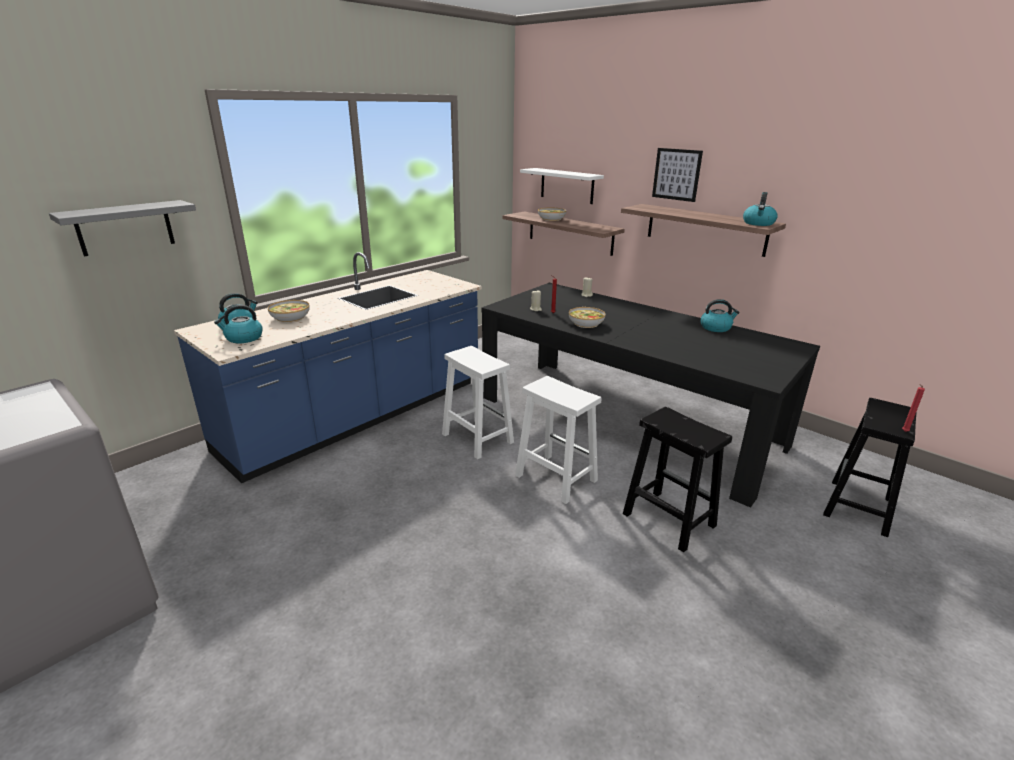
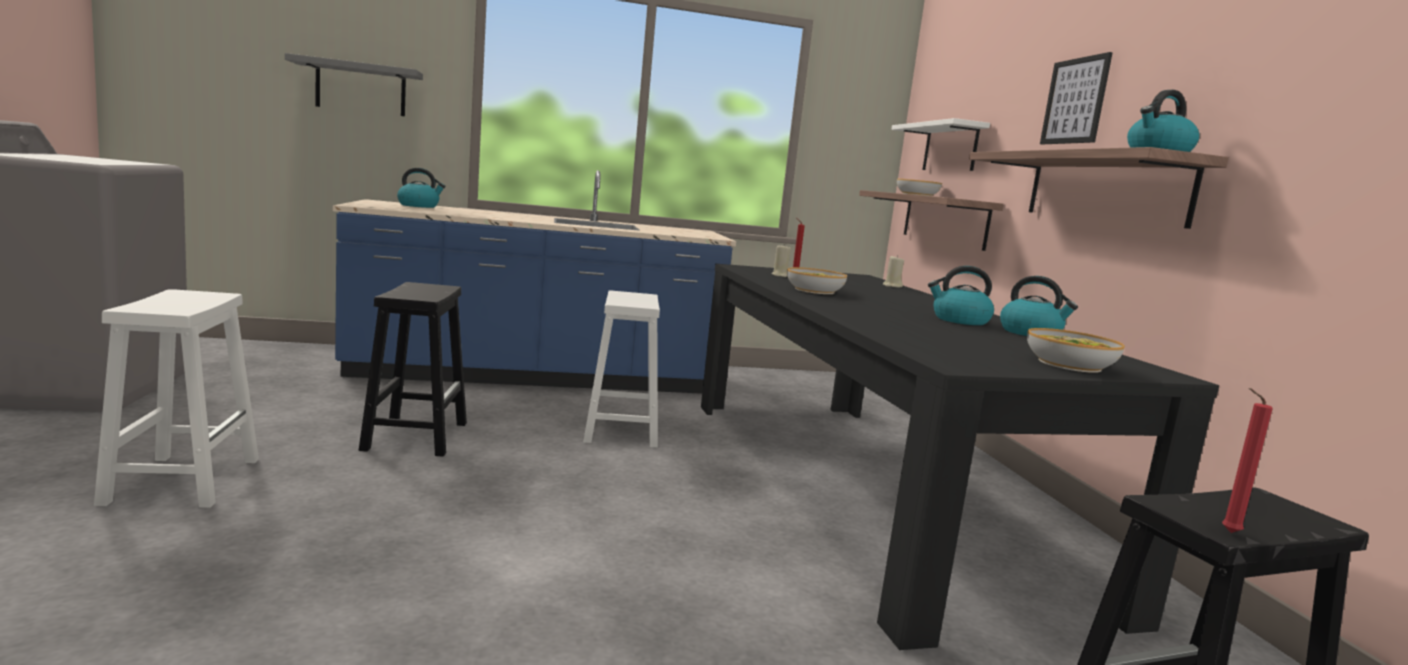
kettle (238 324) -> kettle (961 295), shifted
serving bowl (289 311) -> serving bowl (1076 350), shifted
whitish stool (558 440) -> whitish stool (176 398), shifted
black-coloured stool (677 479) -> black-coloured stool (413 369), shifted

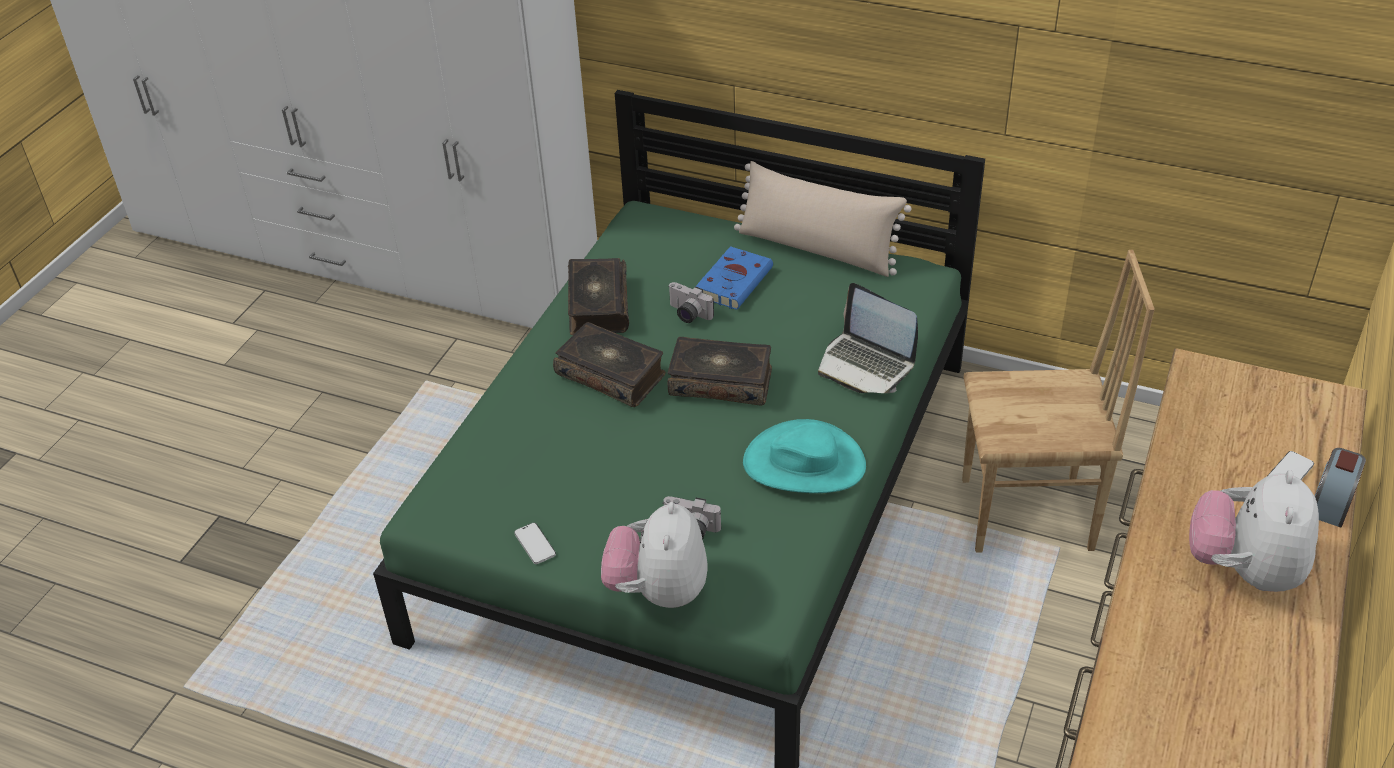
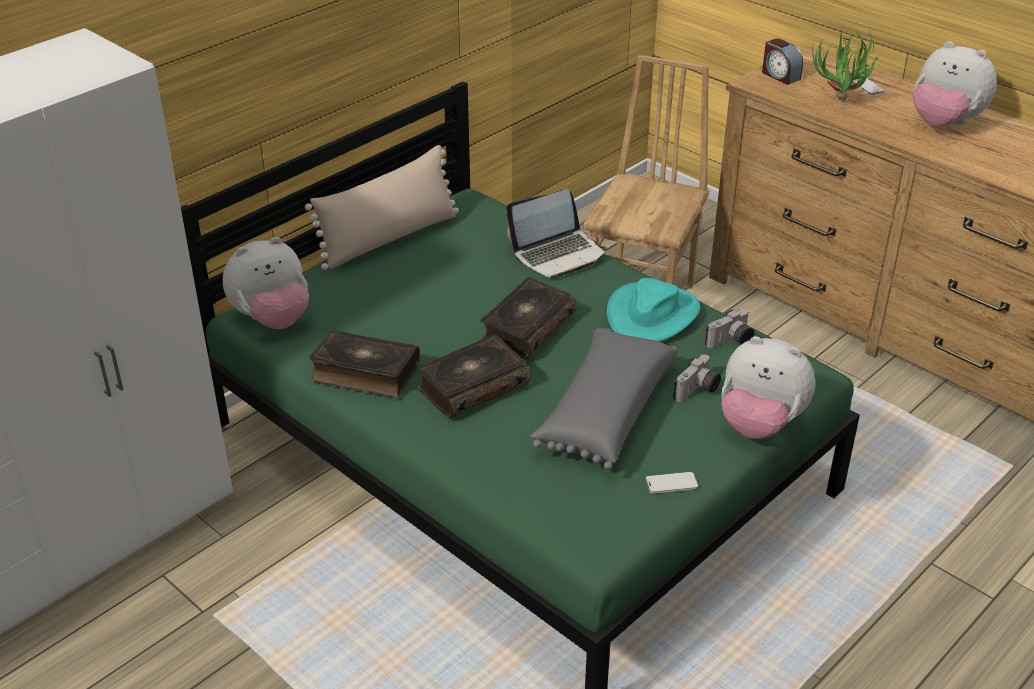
blue bound book (734 278) -> none
none -> soft toy (266 283)
none -> greyish throw pillow (604 399)
none -> houseplant (846 65)
still camera (691 302) -> still camera (730 328), shifted
bedside clock (1340 488) -> bedside clock (782 61), shifted

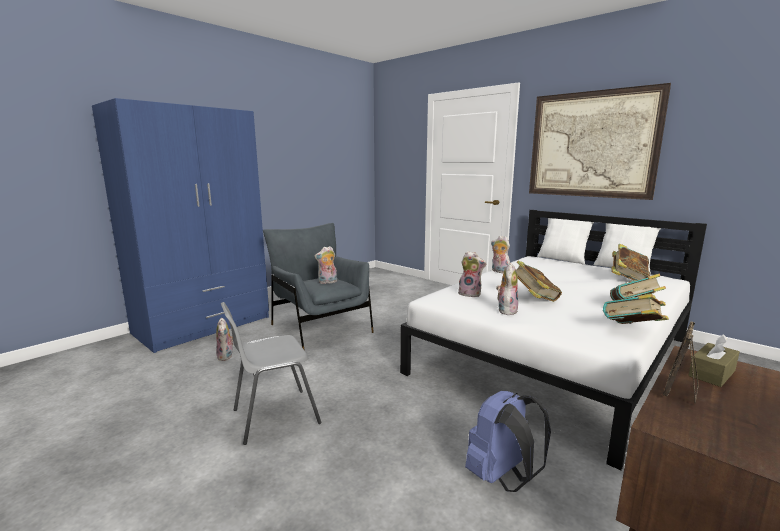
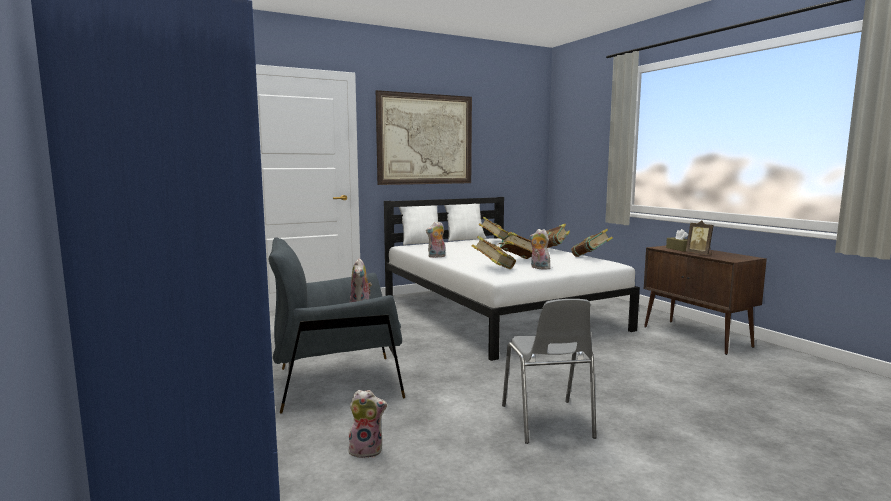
blue knapsack (508 441) -> none
soft toy (472 274) -> bound book (494 252)

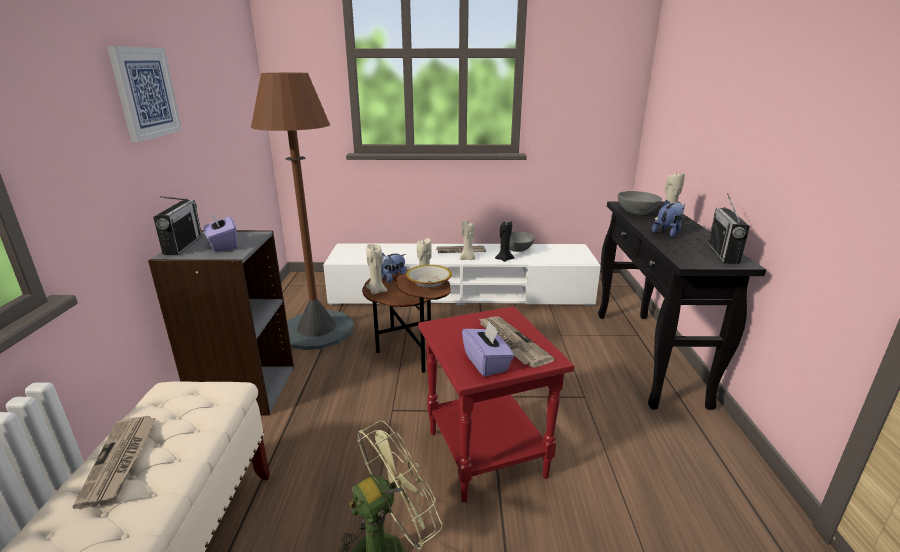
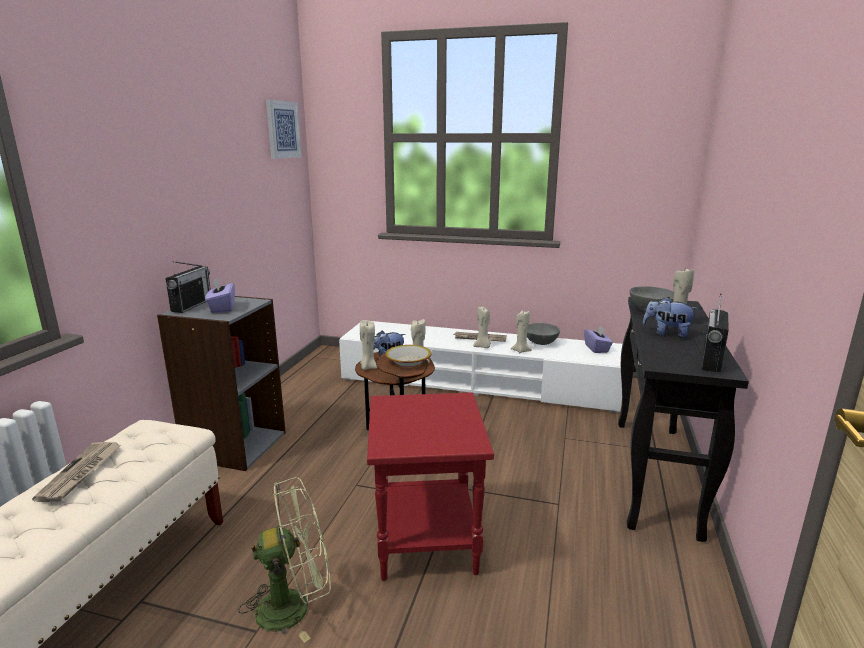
brownish floor lamp (302 211) -> none
newspaper (516 342) -> none
picture (144 94) -> picture (284 129), shifted
purple-coloured tissue holder (488 349) -> purple-coloured tissue holder (598 339), shifted
black-coloured wax candle (504 241) -> sand-coloured wax candle (521 332)
soft toy (668 218) -> soft toy (670 317), 120 degrees counterclockwise

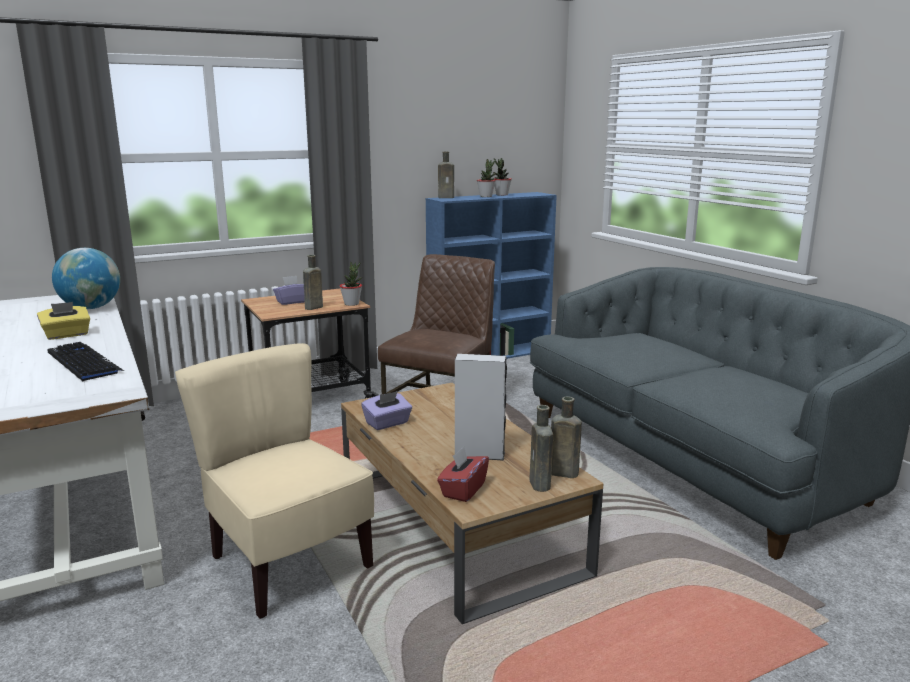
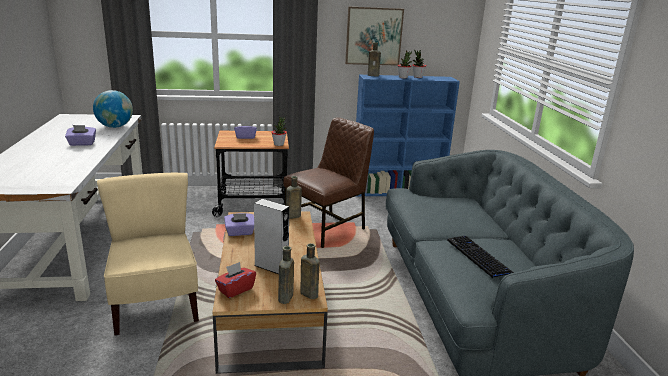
none -> picture (374 36)
PC keyboard (85 361) -> PC keyboard (480 257), shifted
brownish bottle (313 282) -> brownish bottle (294 197), shifted
yellow-coloured tissue holder (63 321) -> purple-coloured tissue holder (80 135)

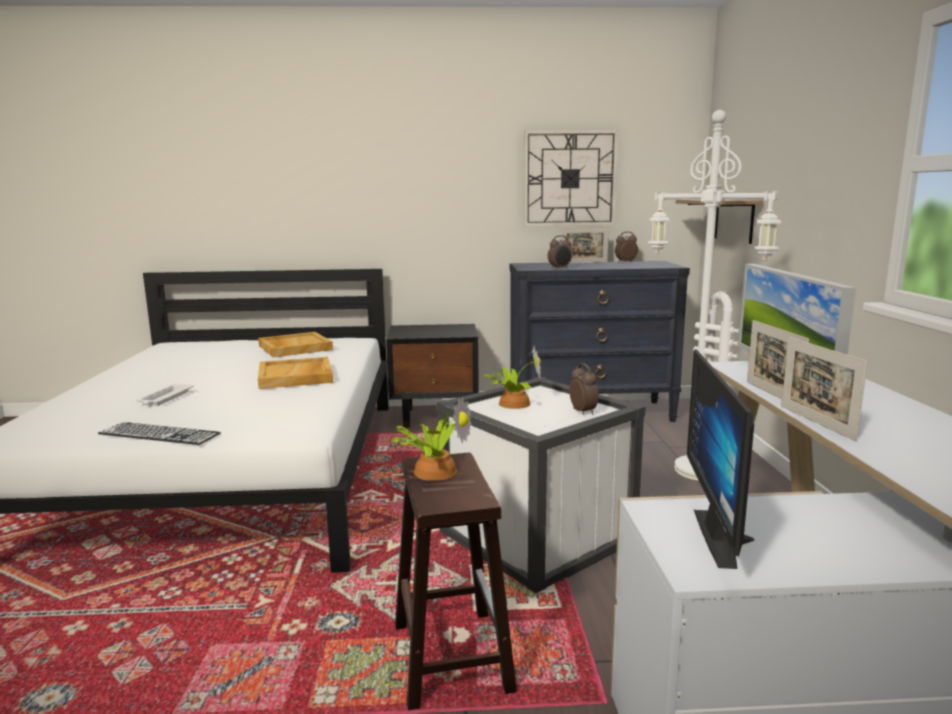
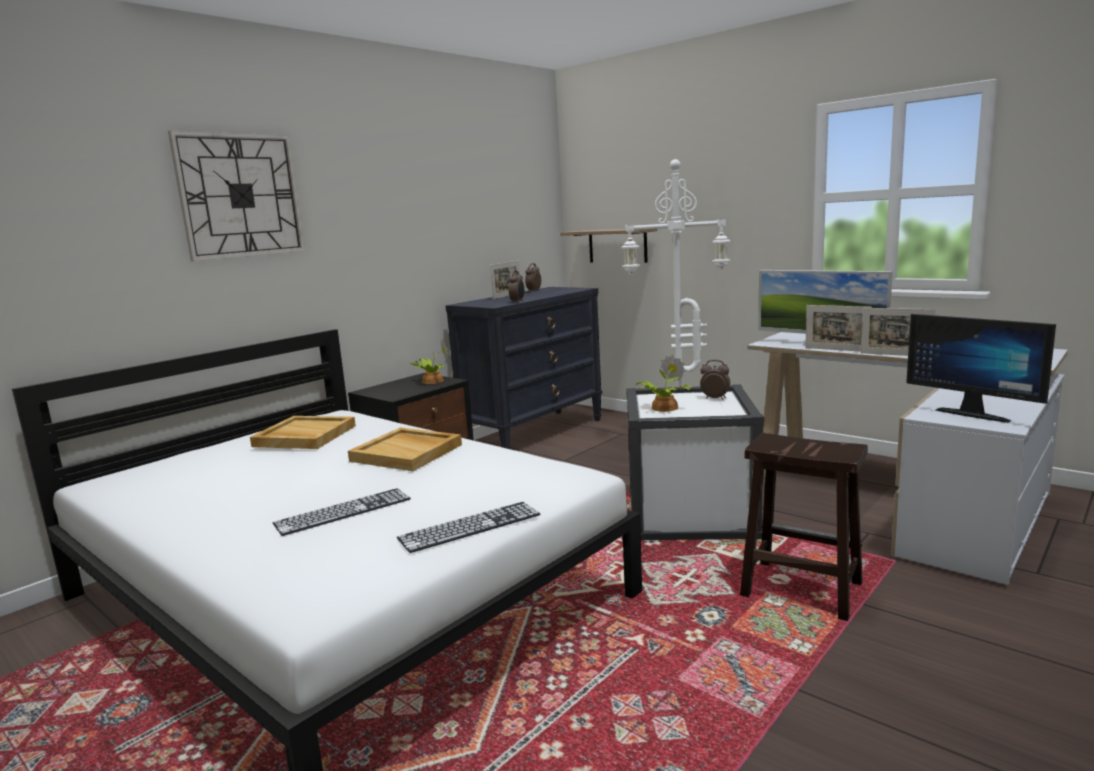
houseplant (431 439) -> houseplant (429 362), shifted
clock on the wall (571 178) -> clock on the wall (236 196), shifted
whitish carrying tray (165 395) -> PC keyboard (342 512)

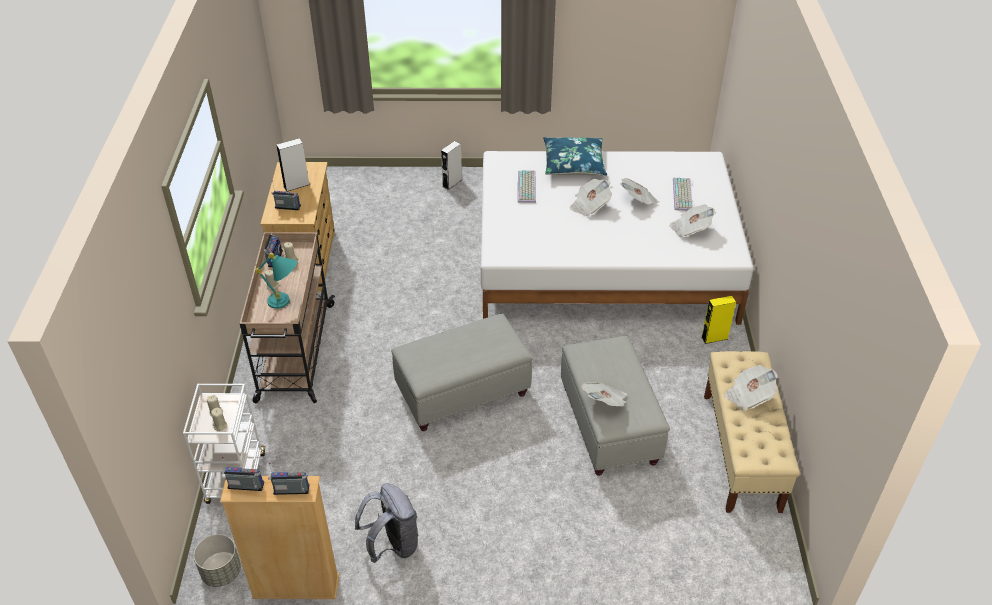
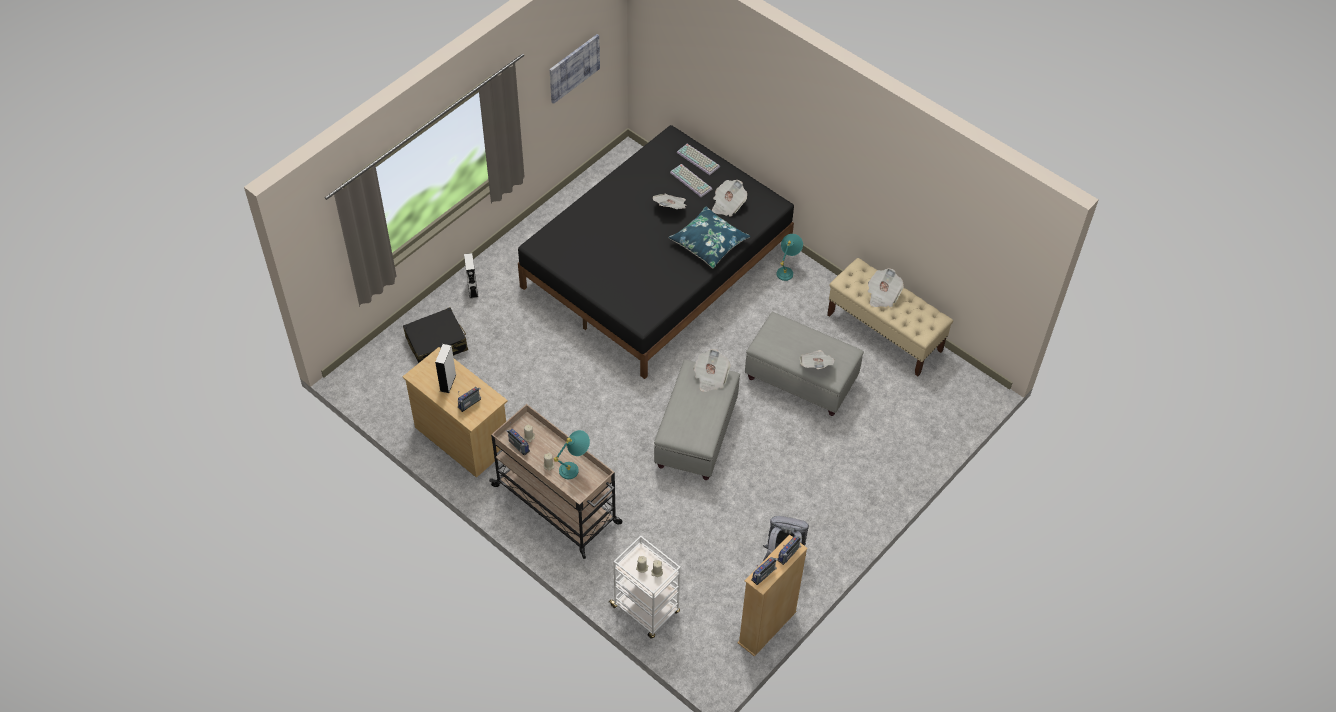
greyish flower pot (217 560) -> none
none -> black-coloured suitcase (435 335)
none -> picture (575 69)
PC keyboard (527 186) -> PC keyboard (698 159), shifted
blue throw pillow (575 156) -> blue throw pillow (709 237), shifted
newspaper (591 197) -> newspaper (711 370), shifted
yellow-coloured audio speaker (718 320) -> turquoise-coloured tabletop lamp (790 257)
whitish bed (617 238) -> black-coloured bed (656 252)

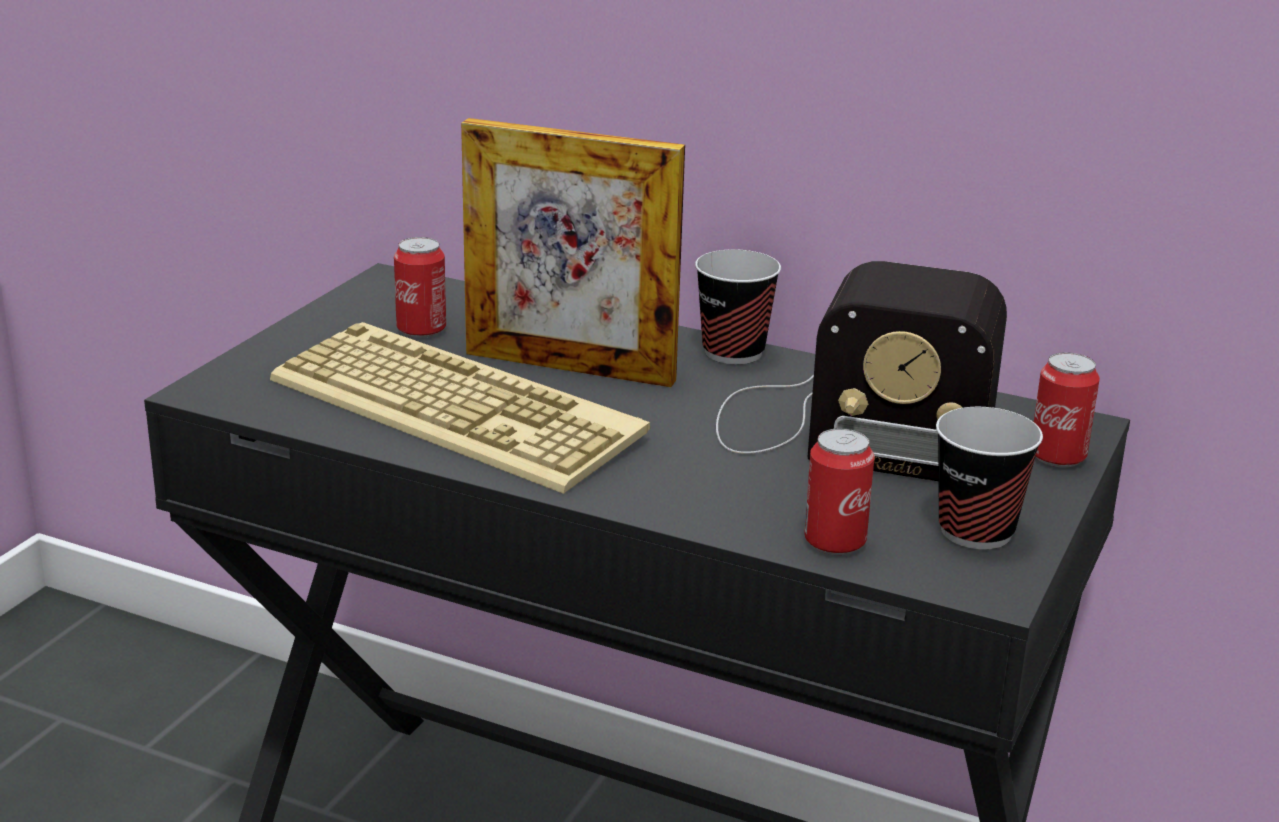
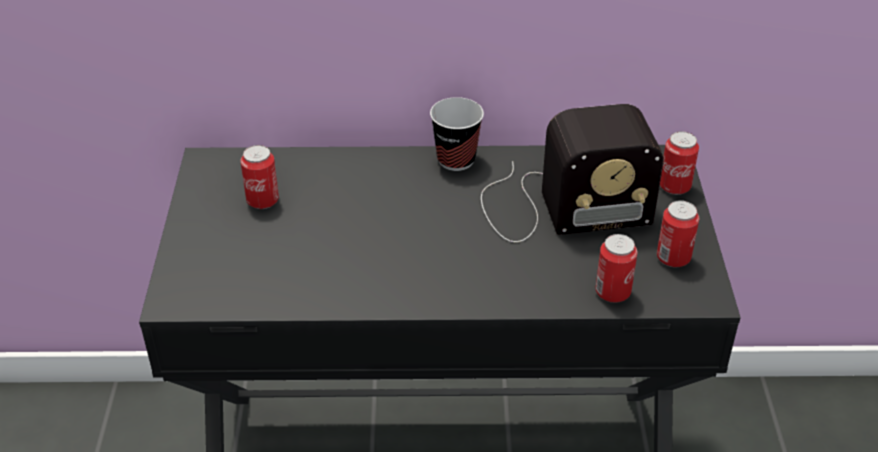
PC keyboard (460 408) -> none
photo frame (573 252) -> none
small cup (989 478) -> sealed can (678 234)

